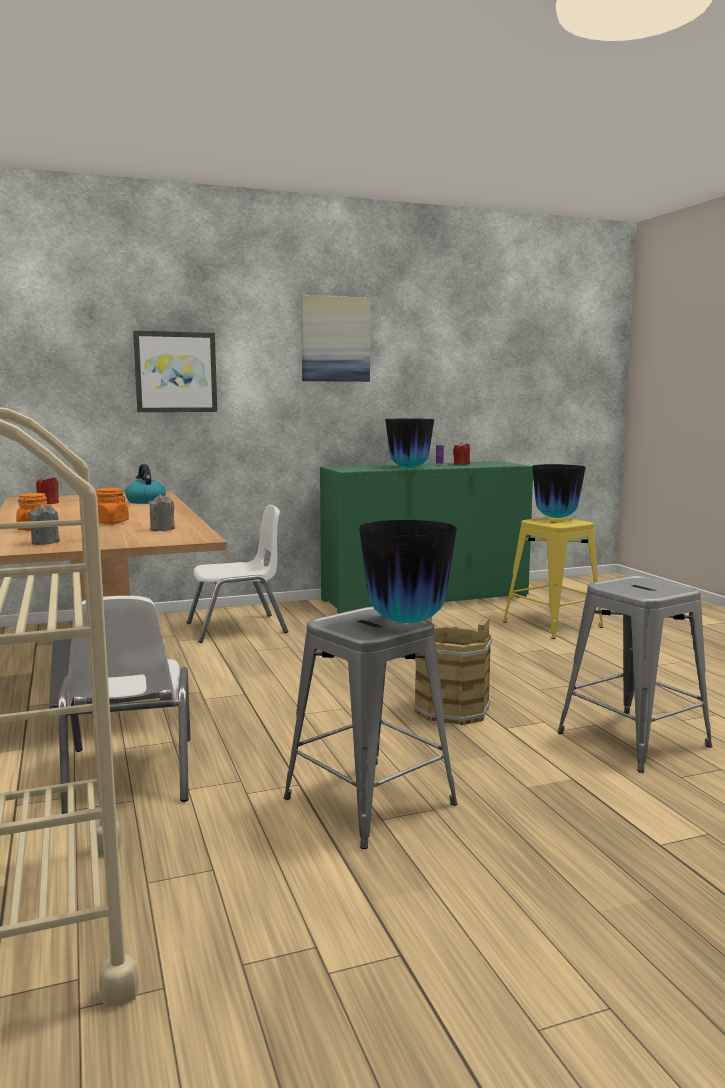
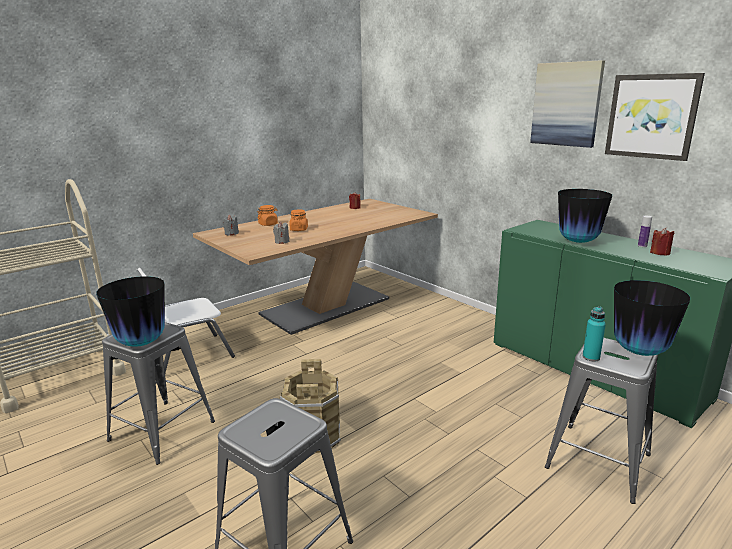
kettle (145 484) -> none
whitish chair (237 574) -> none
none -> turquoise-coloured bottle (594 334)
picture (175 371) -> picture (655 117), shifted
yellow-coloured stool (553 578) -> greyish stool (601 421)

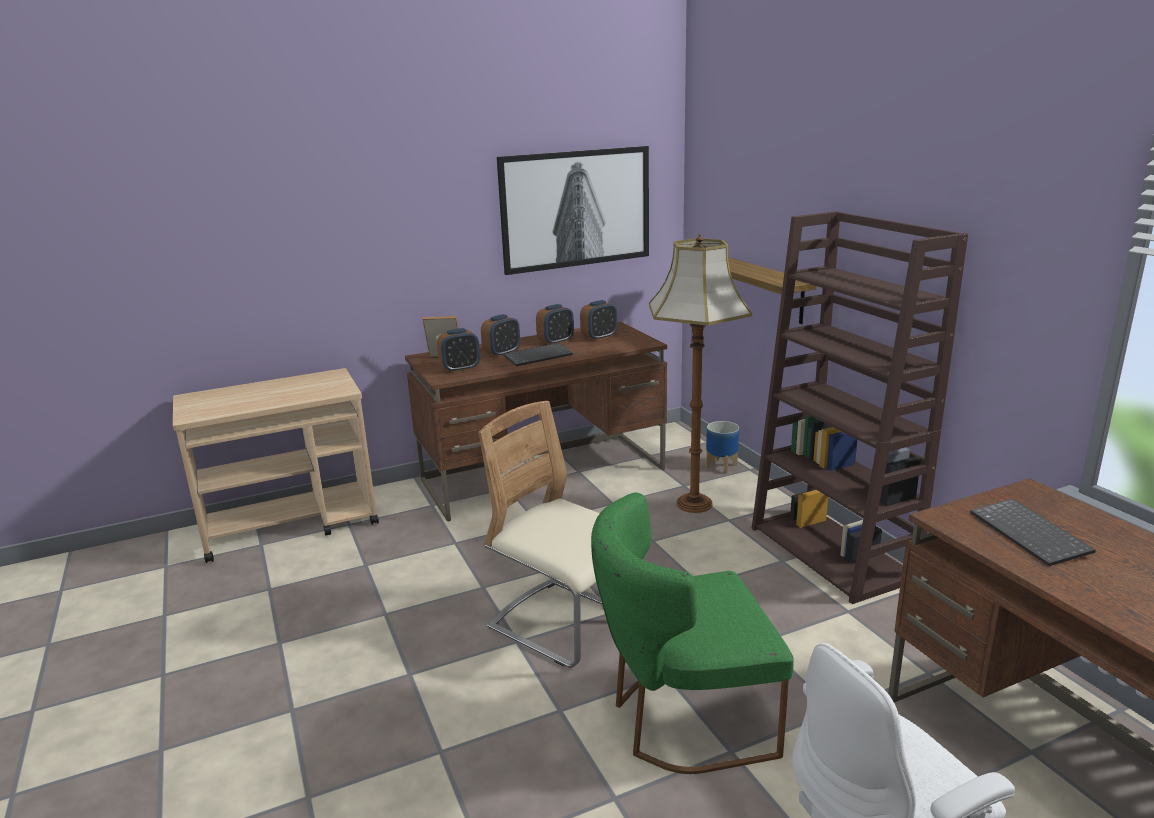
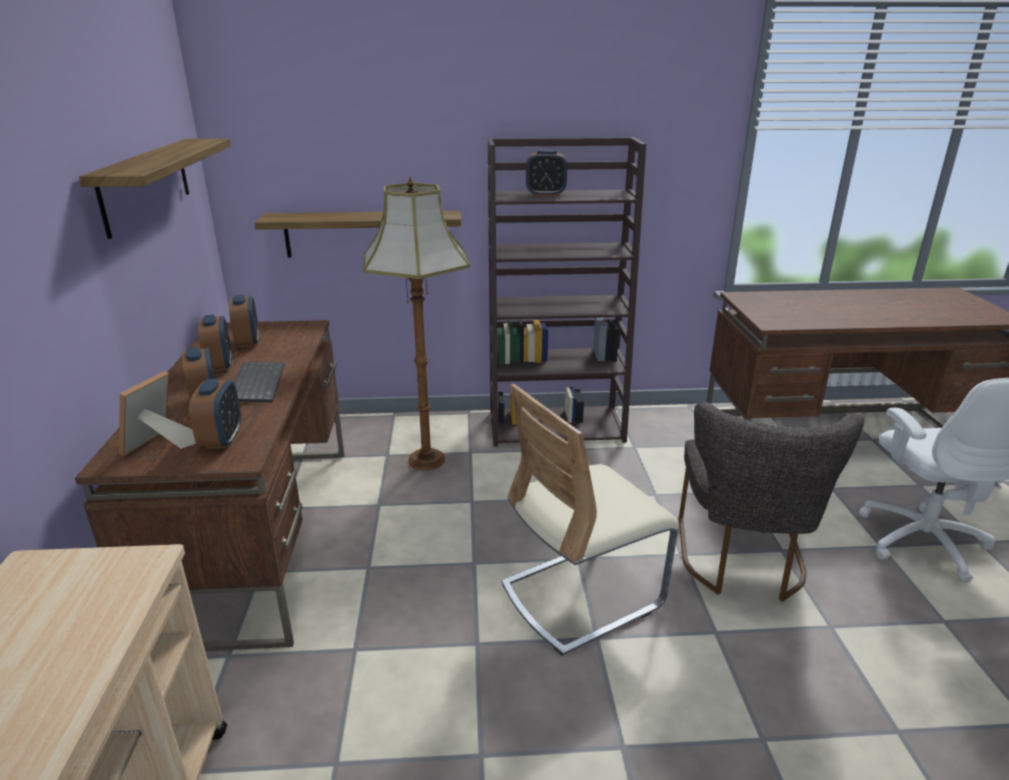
flower pot (722 447) -> none
PC keyboard (1032 532) -> none
none -> bedside clock (546 173)
picture (573 210) -> wall shelf (155 189)
green chair (692 633) -> greyish chair (771 502)

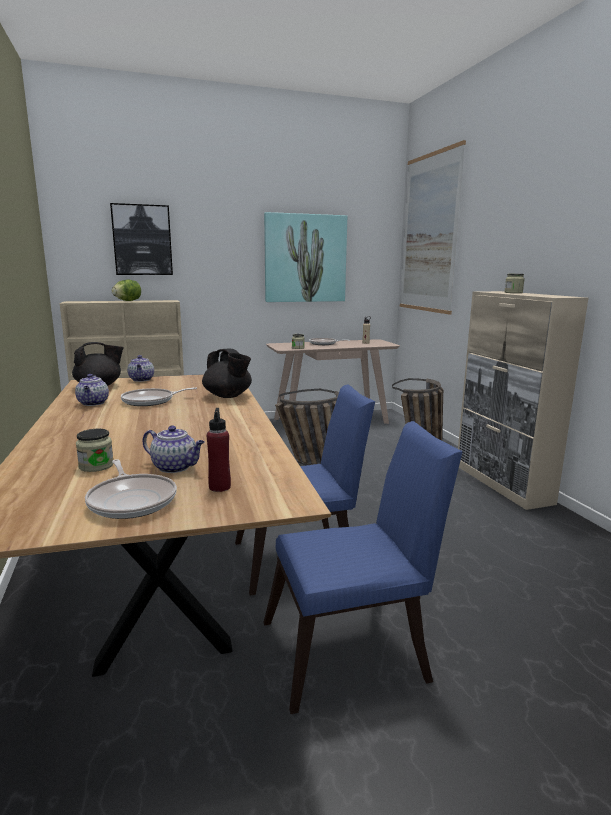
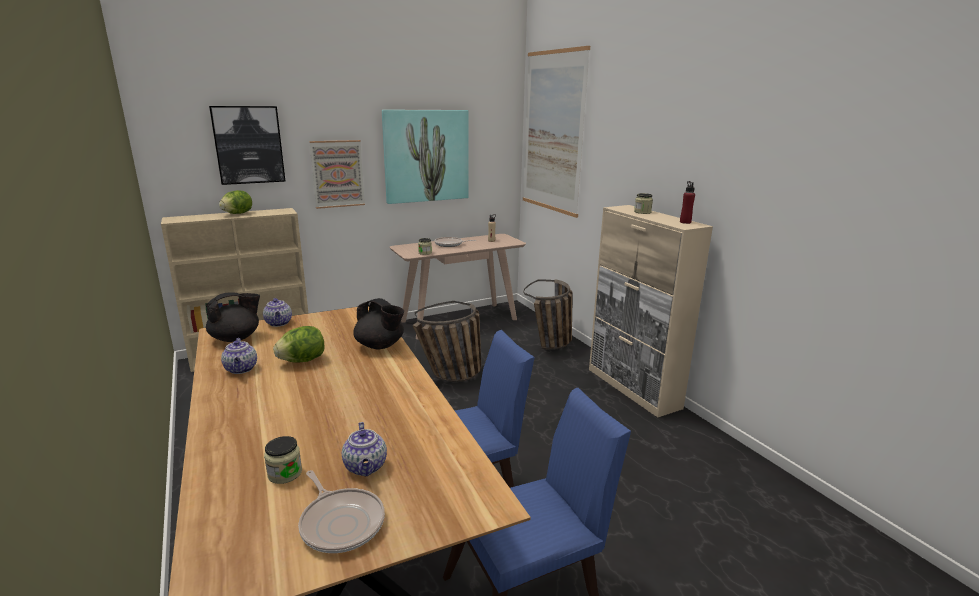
none -> picture (337 174)
reddish bottle (219 450) -> reddish bottle (687 202), shifted
pan (159 396) -> lettuce head (298 344)
pot for tea (173 449) -> pot for tea (364 449), 60 degrees clockwise

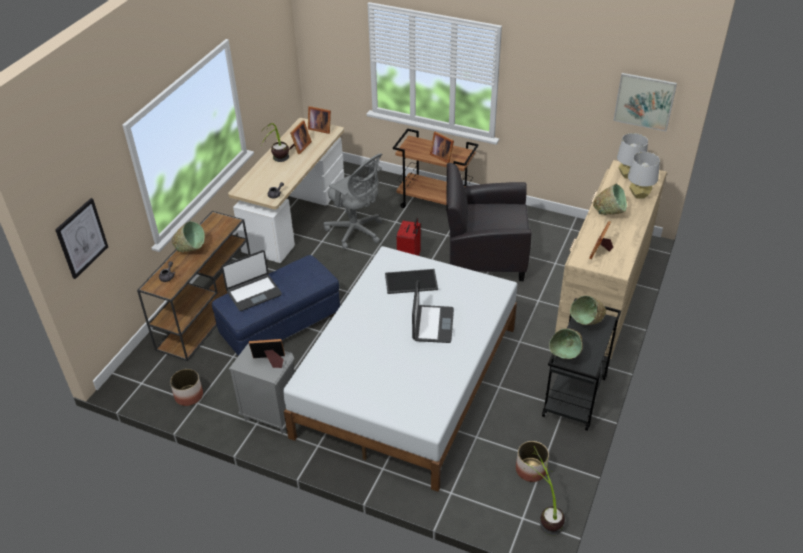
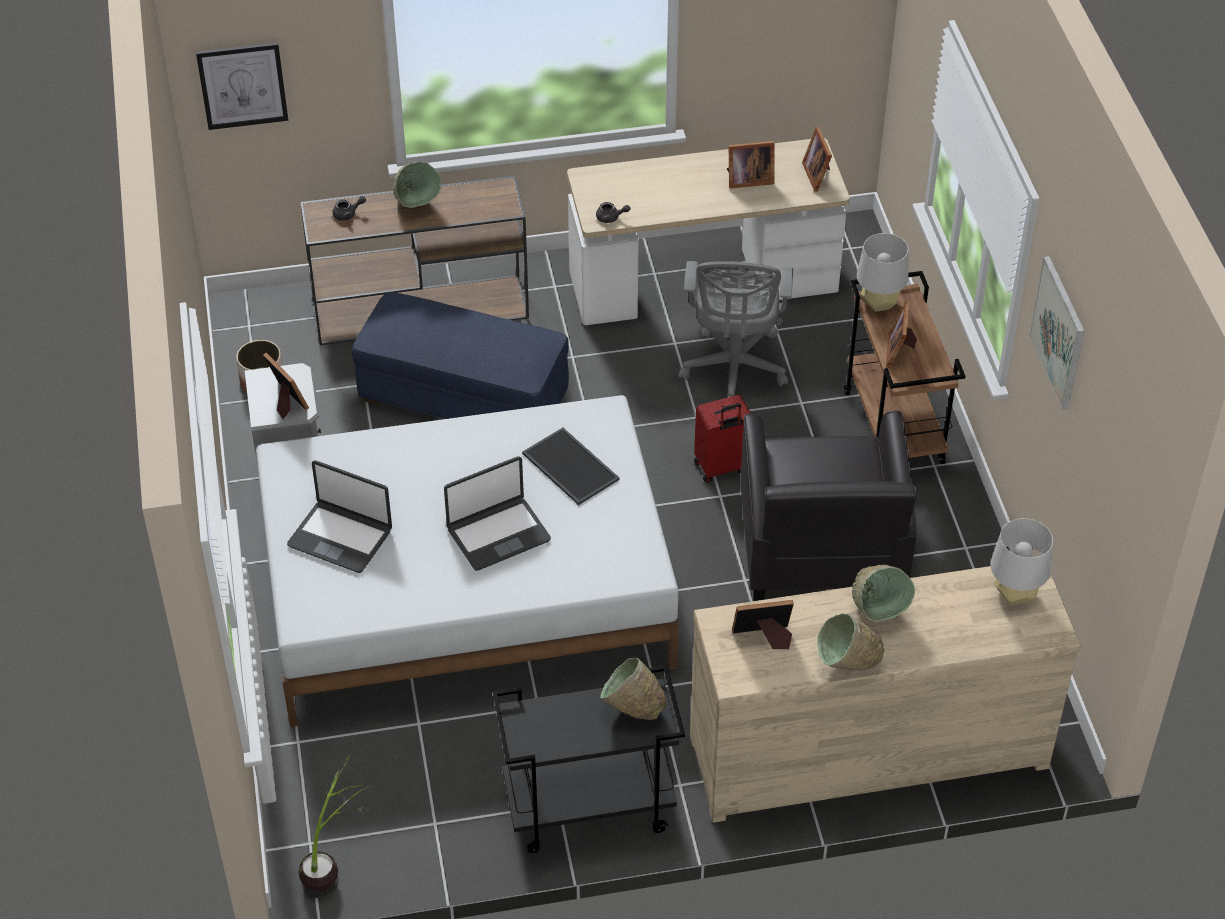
houseplant (275 142) -> none
flower pot (532 461) -> none
notebook computer (252 280) -> notebook computer (339 516), shifted
green serving bowl (566 343) -> green serving bowl (851 642), shifted
picture (645 102) -> picture (1057 333), shifted
greyish tabletop lamp (644 175) -> greyish tabletop lamp (882 272), shifted
black-coloured lounge chair (489 222) -> black-coloured lounge chair (829 506), 150 degrees counterclockwise

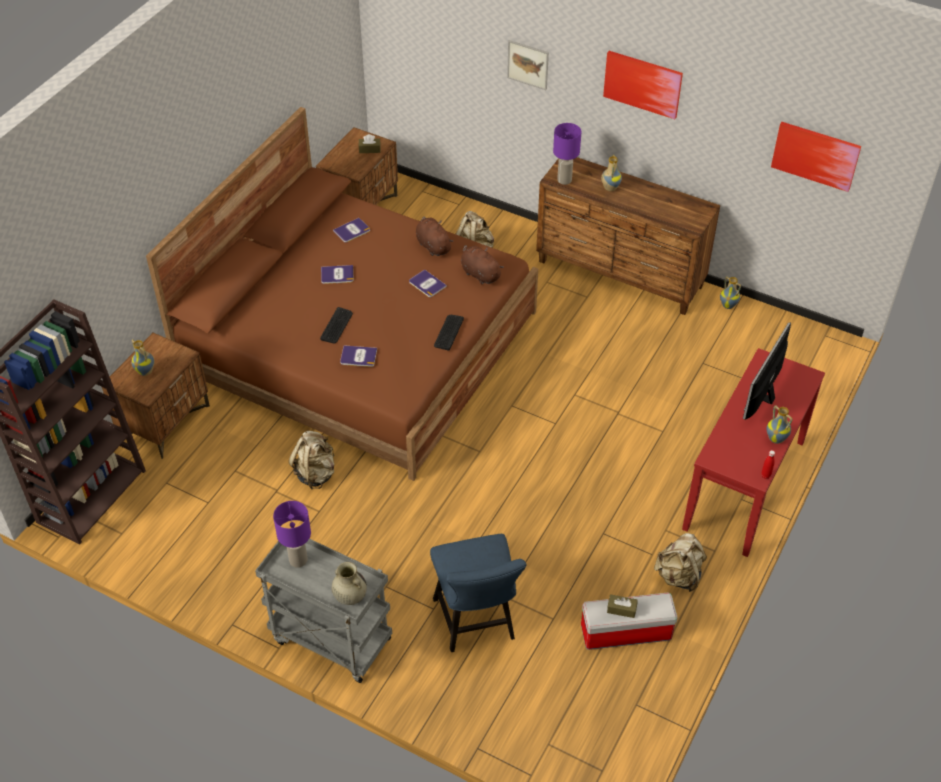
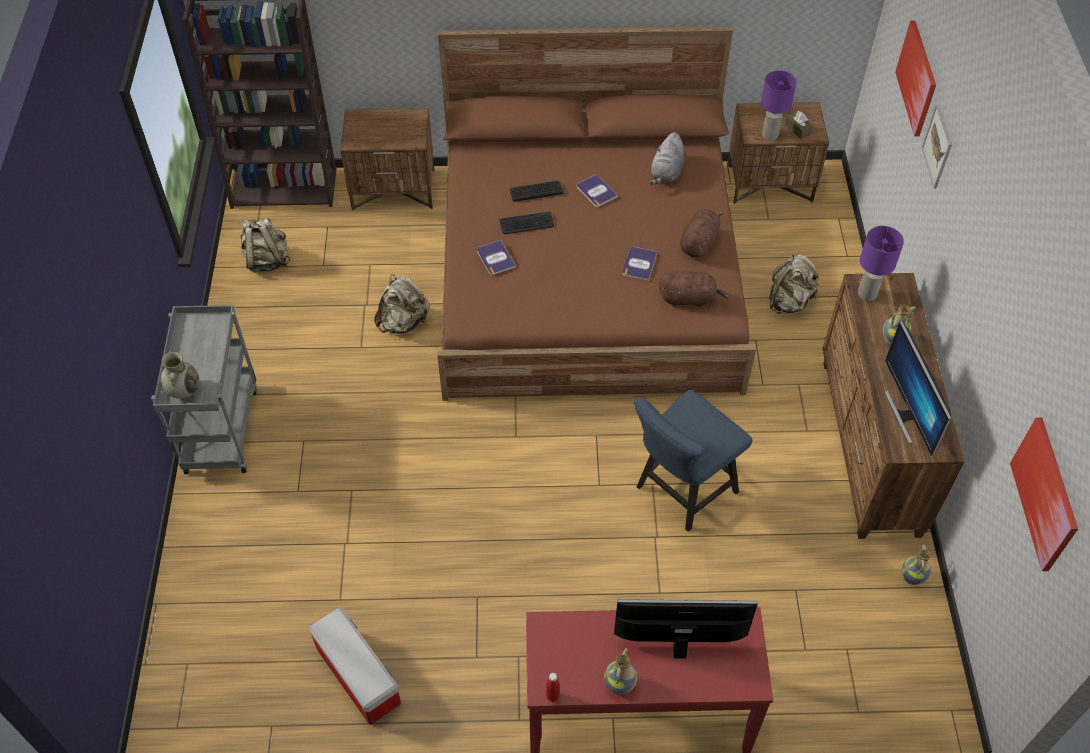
vase (143 357) -> none
brownish tissue holder (622 606) -> none
none -> monitor (918 388)
purple-coloured tabletop lamp (292 534) -> purple-coloured tabletop lamp (778 105), shifted
blue chair (478 593) -> blue chair (693 461), shifted
PC keyboard (449 333) -> PC keyboard (536 191), shifted
picture (643 85) -> picture (915 78), shifted
sand-coloured knapsack (680 562) -> sand-coloured knapsack (265 245), shifted
bound book (351 230) -> greyish soft toy (667 158)
brownish soft toy (482 265) -> brownish soft toy (694 289), 75 degrees clockwise

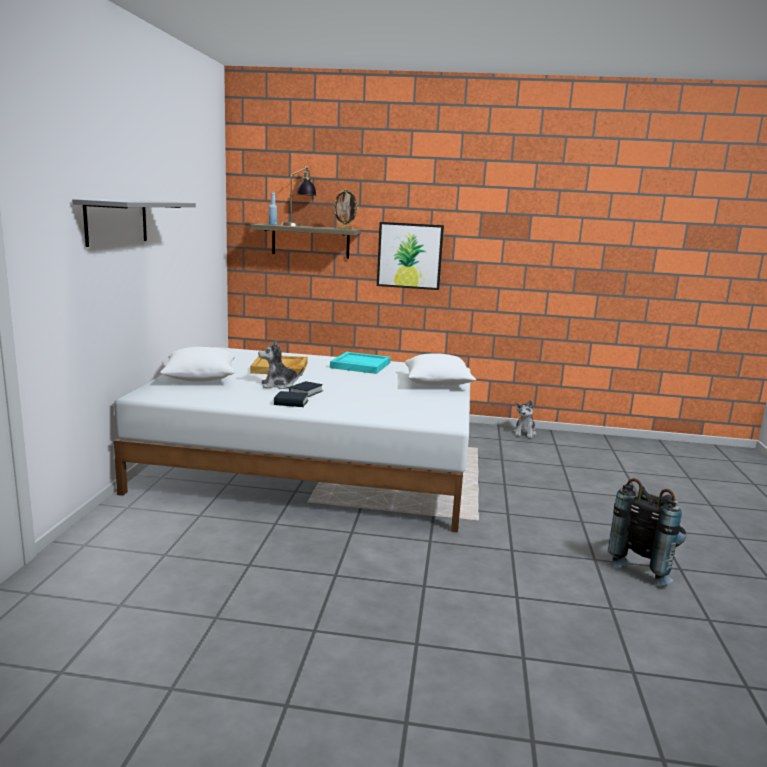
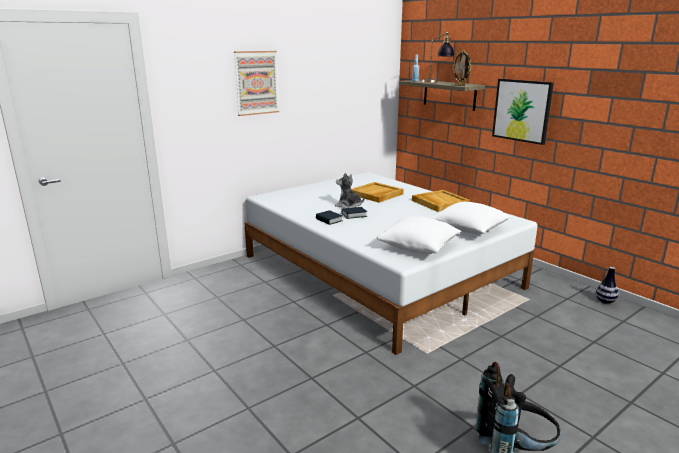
whitish throw pillow (197 364) -> whitish throw pillow (419 235), shifted
greyish wall shelf (134 223) -> picture (256 83)
soft toy (524 419) -> vase (607 285)
turquoise-coloured carrying tray (360 363) -> sand-coloured carrying tray (441 201)

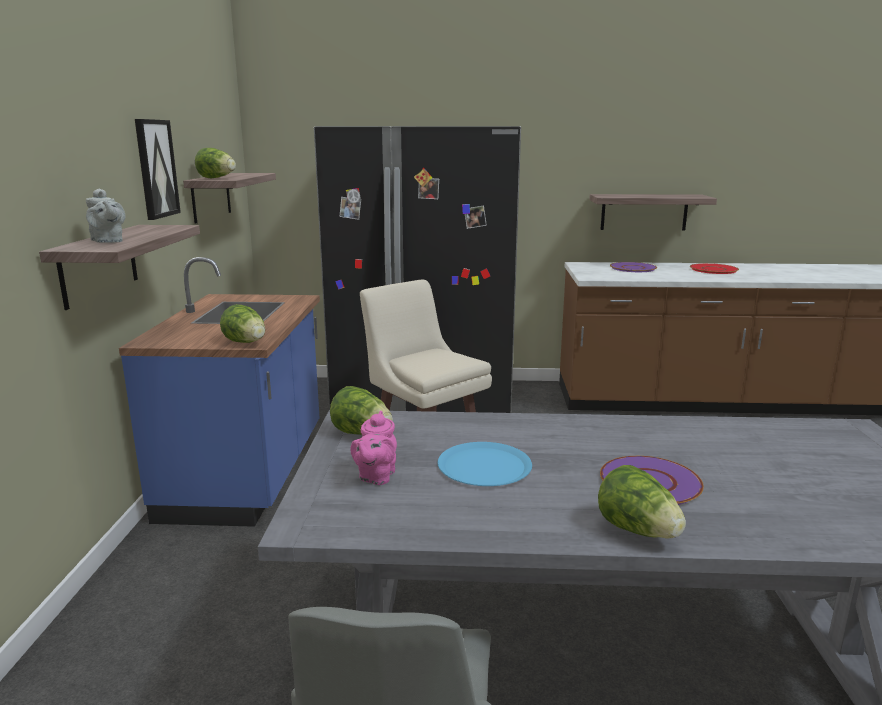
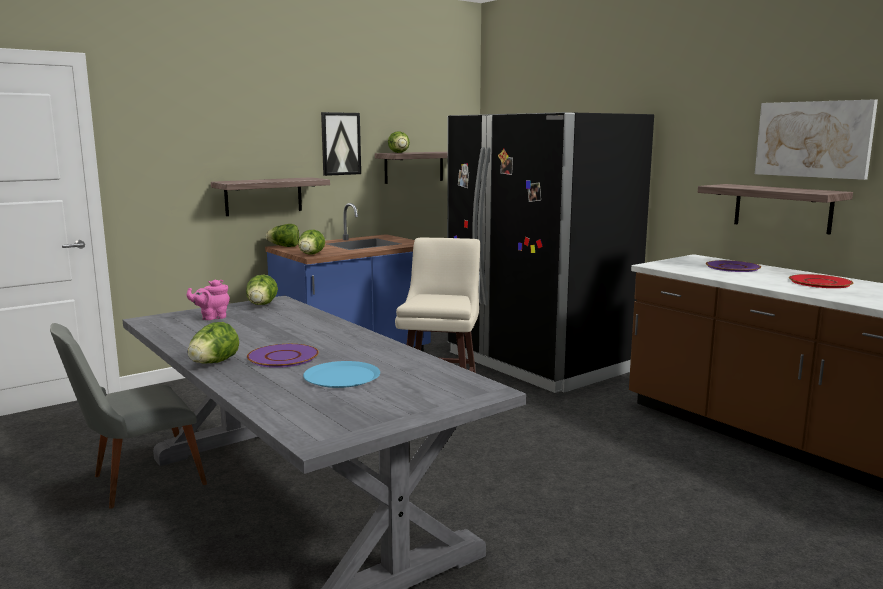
greyish pot for tea (105 216) -> none
none -> lettuce head (282 235)
none -> picture (816 139)
blue dinner plate (485 464) -> blue dinner plate (341 374), shifted

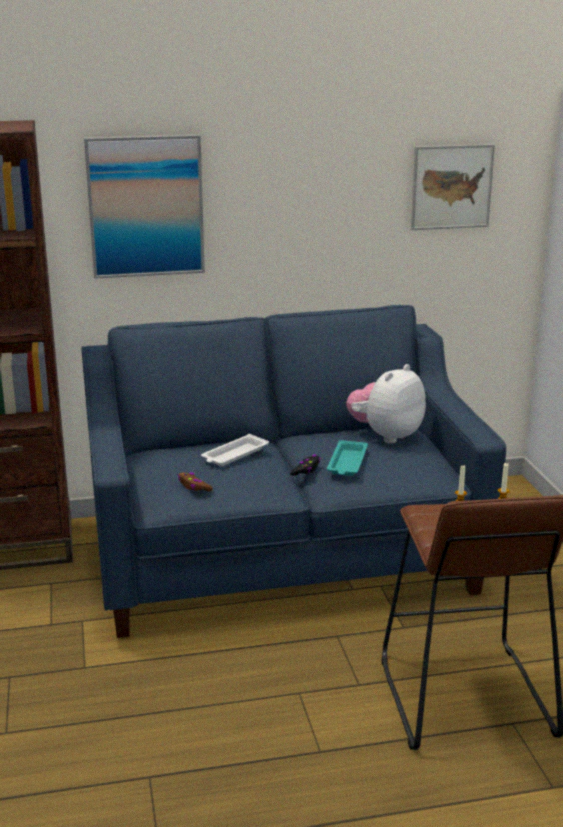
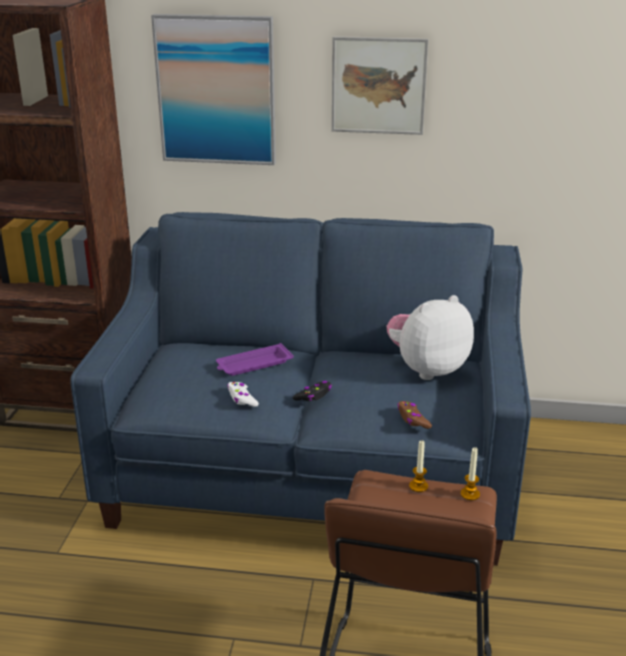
turquoise-coloured carrying tray (347 458) -> none
none -> whitish joypad (243 394)
brownish joypad (195 482) -> brownish joypad (414 415), shifted
picture (453 187) -> picture (380 85), shifted
whitish carrying tray (235 450) -> purple-coloured carrying tray (255 359)

